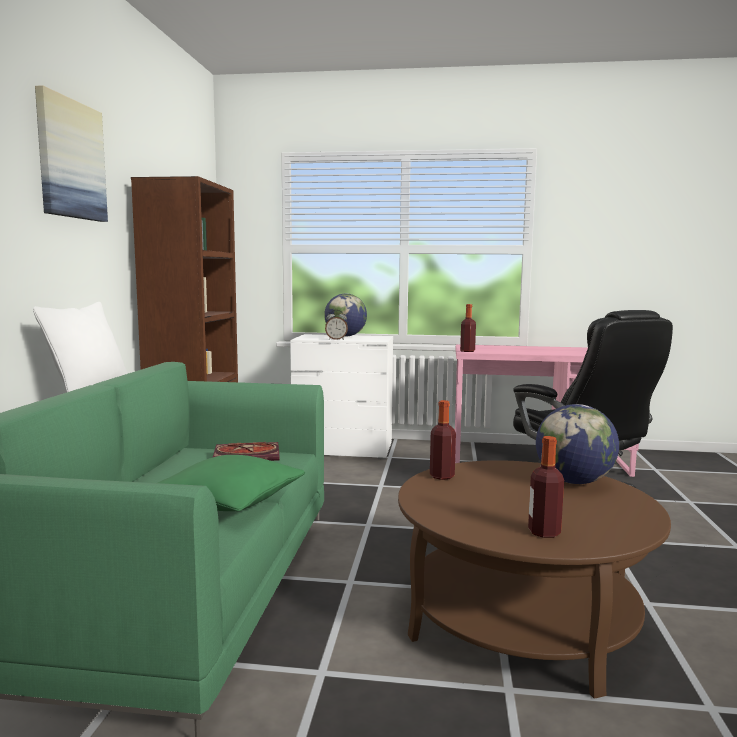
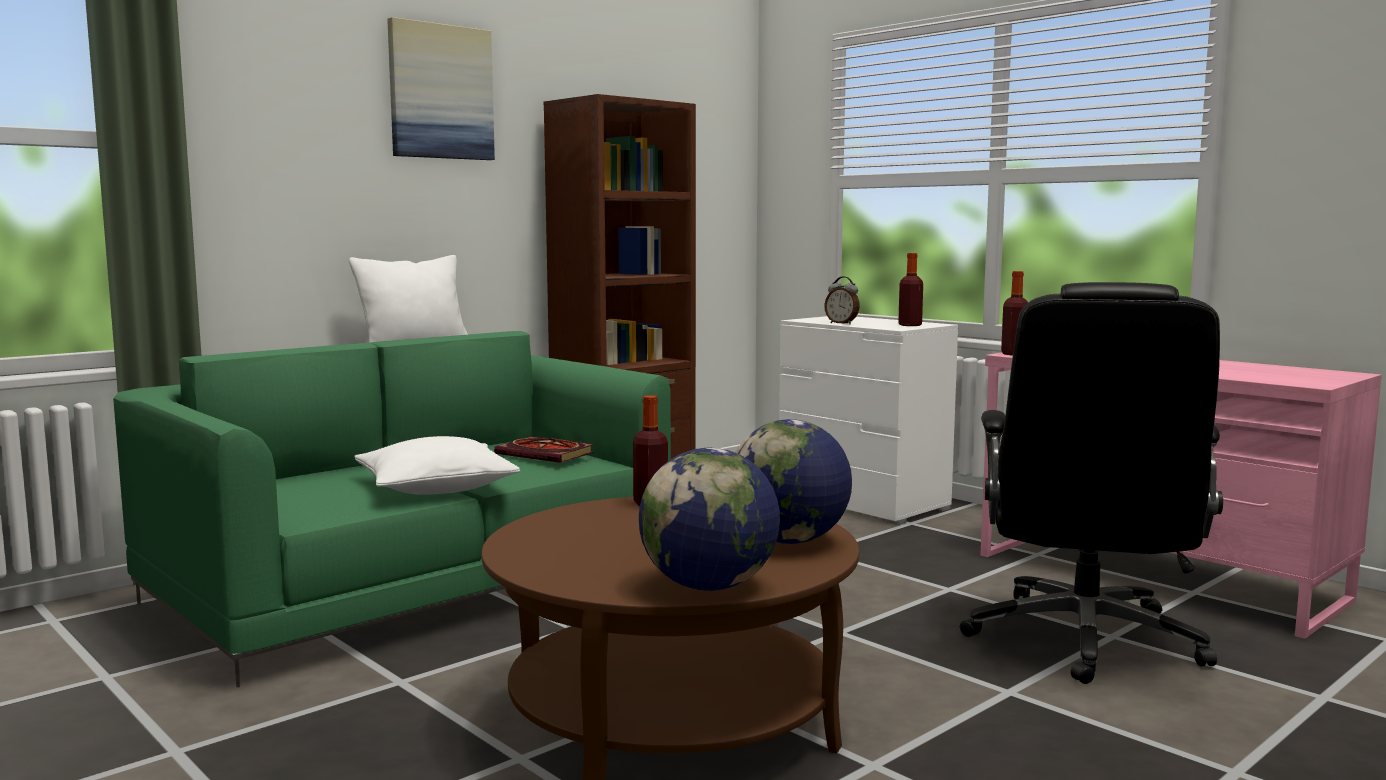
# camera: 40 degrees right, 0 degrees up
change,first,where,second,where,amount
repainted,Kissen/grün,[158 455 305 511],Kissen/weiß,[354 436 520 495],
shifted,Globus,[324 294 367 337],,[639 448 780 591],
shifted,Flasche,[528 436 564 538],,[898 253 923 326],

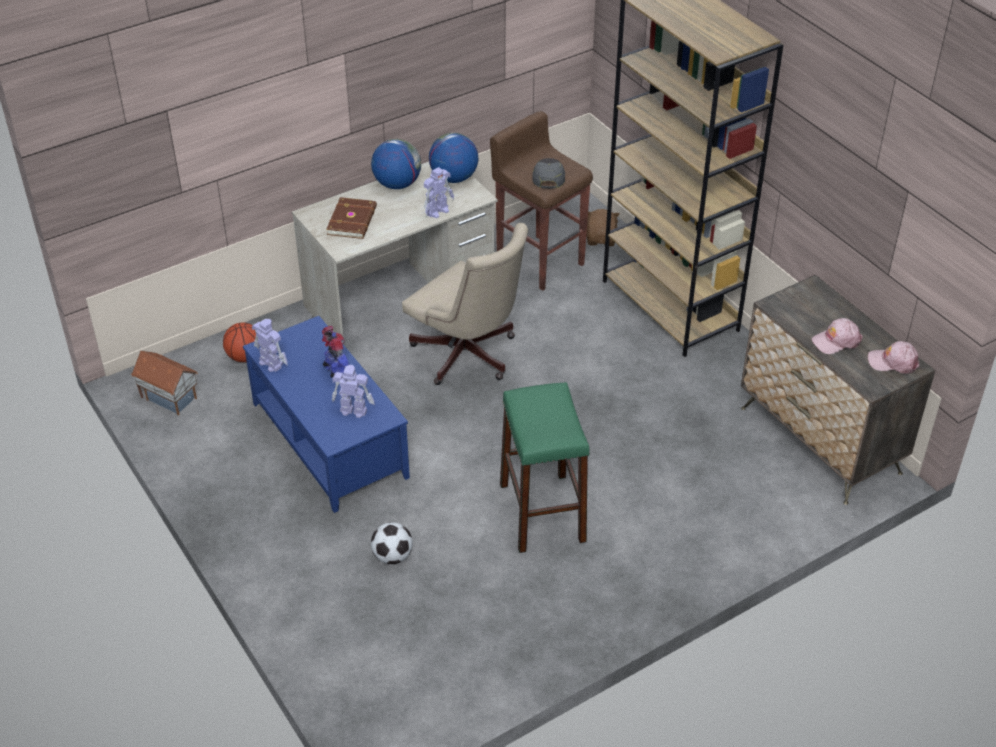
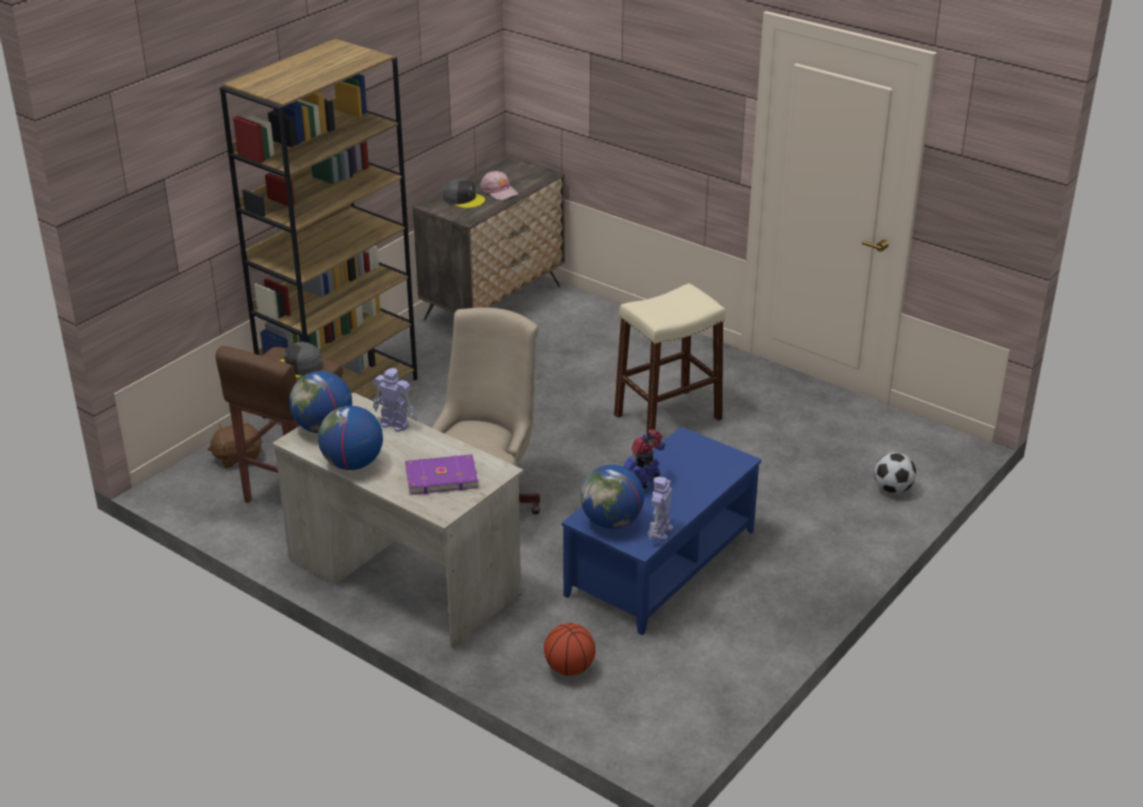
# camera: 110 degrees left, 10 degrees down
change,first,where,second,where,amount
repainted,Buch/braun,[326 197 377 239],Buch/lila,[405 454 478 495],
new,,,Kappe/grau,[443 178 485 208],
new,,,Globus,[580 465 644 529],
repainted,Hocker/grün,[500 382 590 553],Hocker/beige,[614 283 725 436],
shifted,Fußball,[371 522 413 564],,[874 452 916 494],
gone,Spielzeughaus,[131 351 198 416],,,
gone,Spielzeugroboter,[332 365 375 418],,,
gone,Kappe/rosa,[868 341 919 374],,,

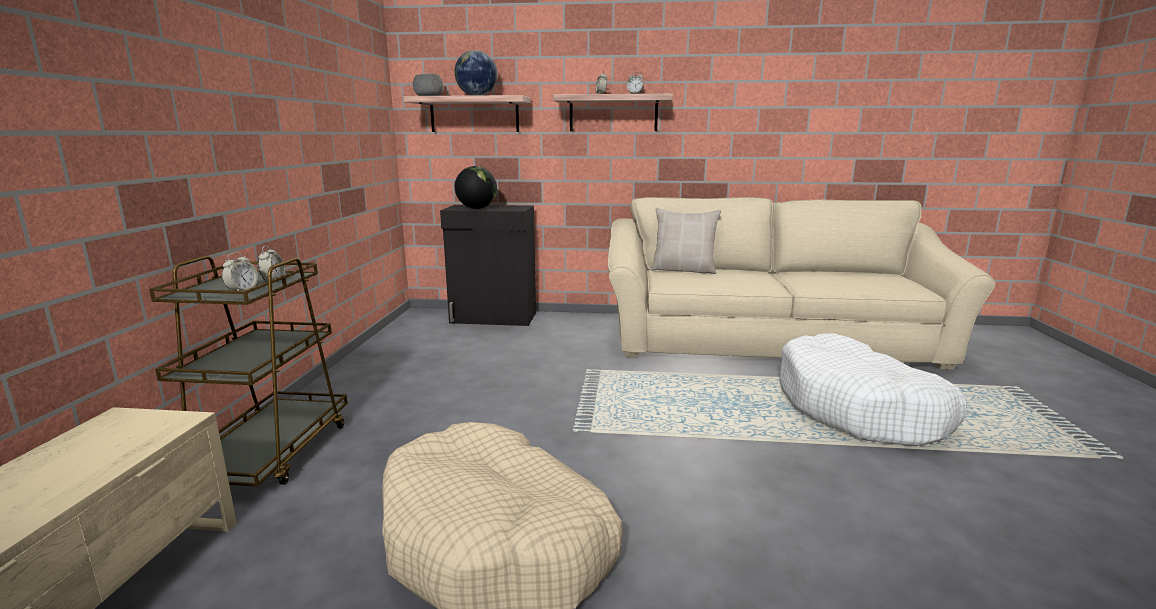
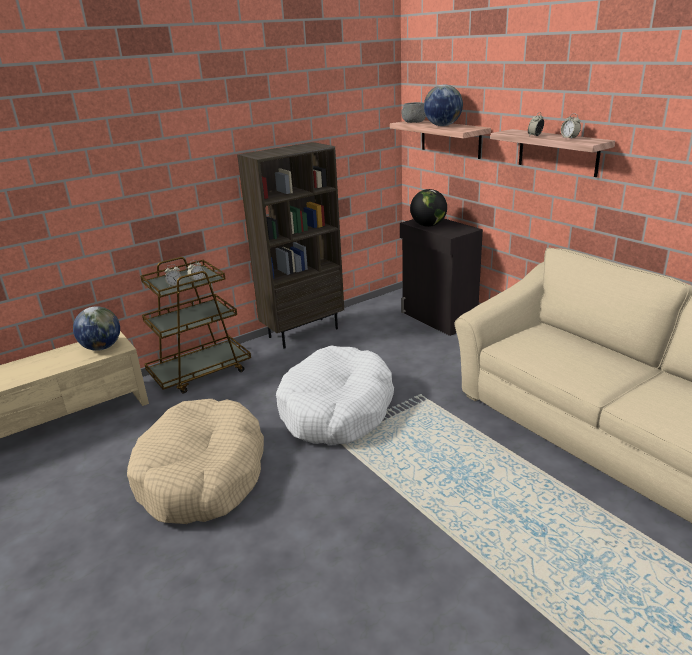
# camera: 50 degrees right, 10 degrees up
change,first,where,second,where,amount
new,,,Globus,[73 306 120 351],
new,,,Bücherregal/braun,[237 142 344 348],
shifted,Hundebett/weiß,[779 333 967 446],,[276 346 394 445],
gone,Kissen/beige,[651 208 721 274],,,

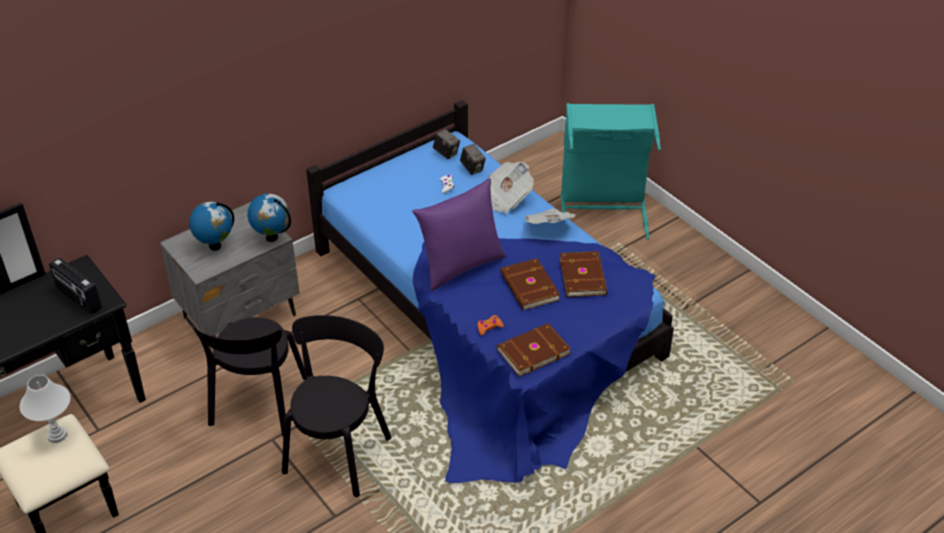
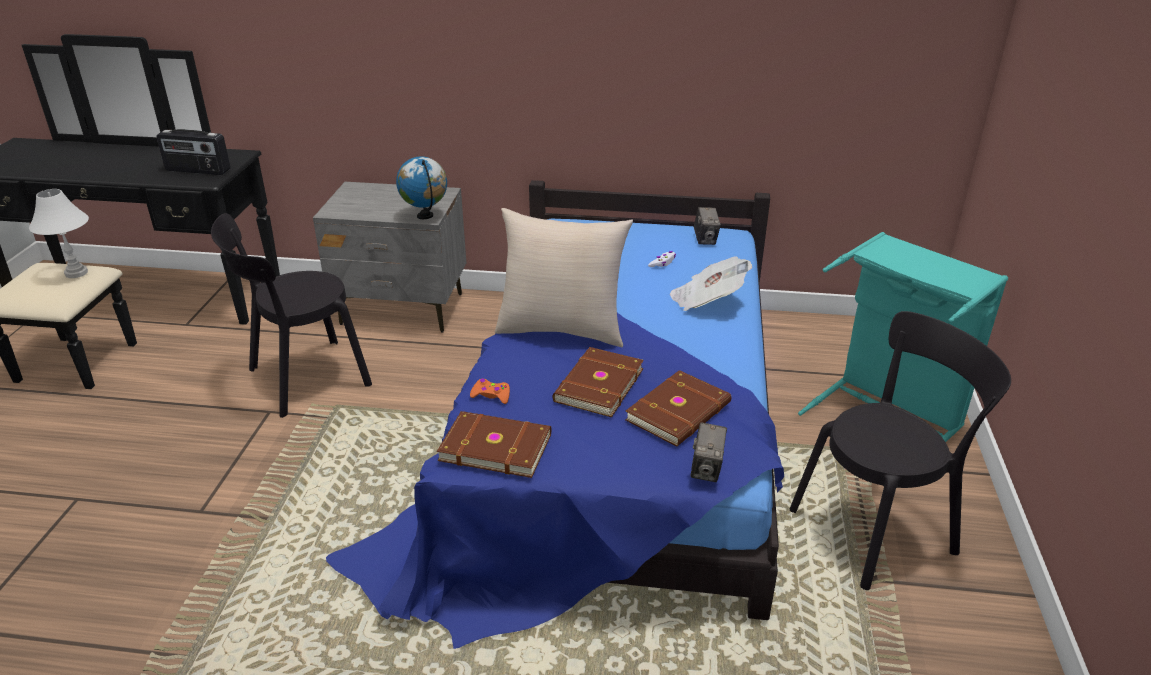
# camera: 45 degrees right, 10 degrees down
change,first,where,second,where,amount
rotated,Radio,[49 258 102 315],,[156 129 231 175],75 degrees counterclockwise
repainted,Kissen/lila,[412 178 507 292],Kissen/beige,[495 208 633 347],
shifted,Kamera,[460 144 486 175],,[691 422 727 482],
shifted,Stuhl/schwarz,[282 315 391 497],,[790 311 1011 590],
gone,Globus,[189 202 234 251],,,
gone,Zeitung,[525 209 576 224],,,

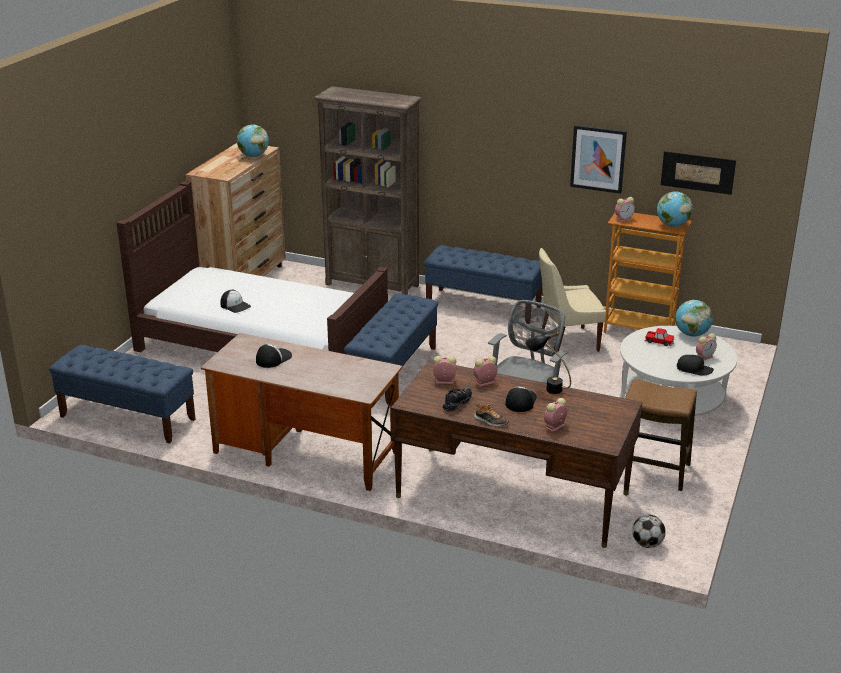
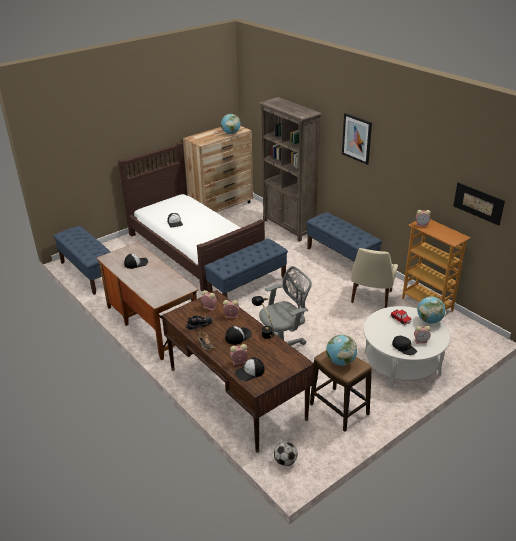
# camera: 30 degrees right, 5 degrees up
change,first,where,second,where,amount
new,,,Kappe,[235 357 265 381],
shifted,Globus,[657 192 693 227],,[326 335 357 366],
shifted,Bild,[570 125 627 194],,[342 113 372 165],
rotated,Stuhl/beige,[539 248 606 352],,[351 248 398 308],90 degrees counterclockwise

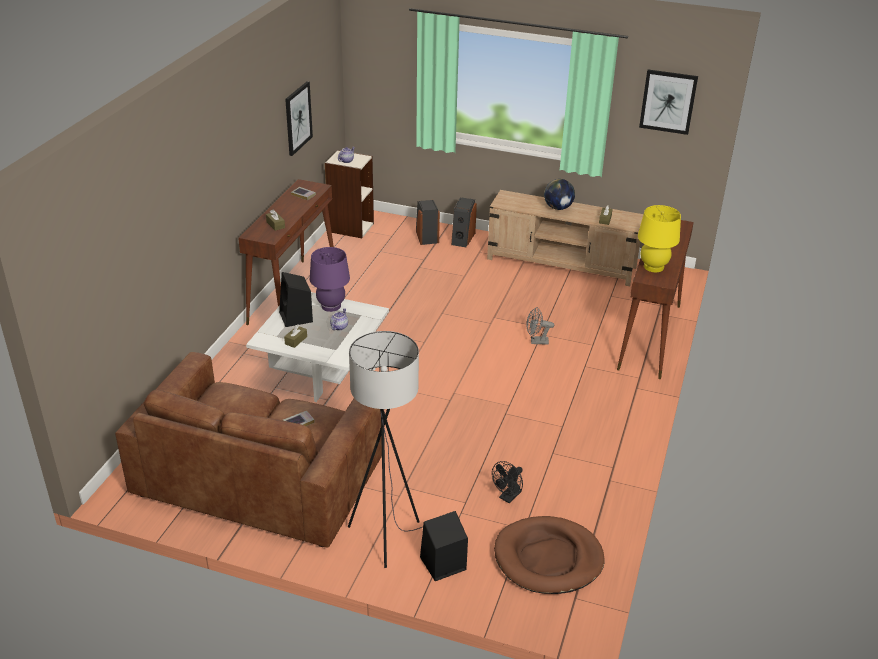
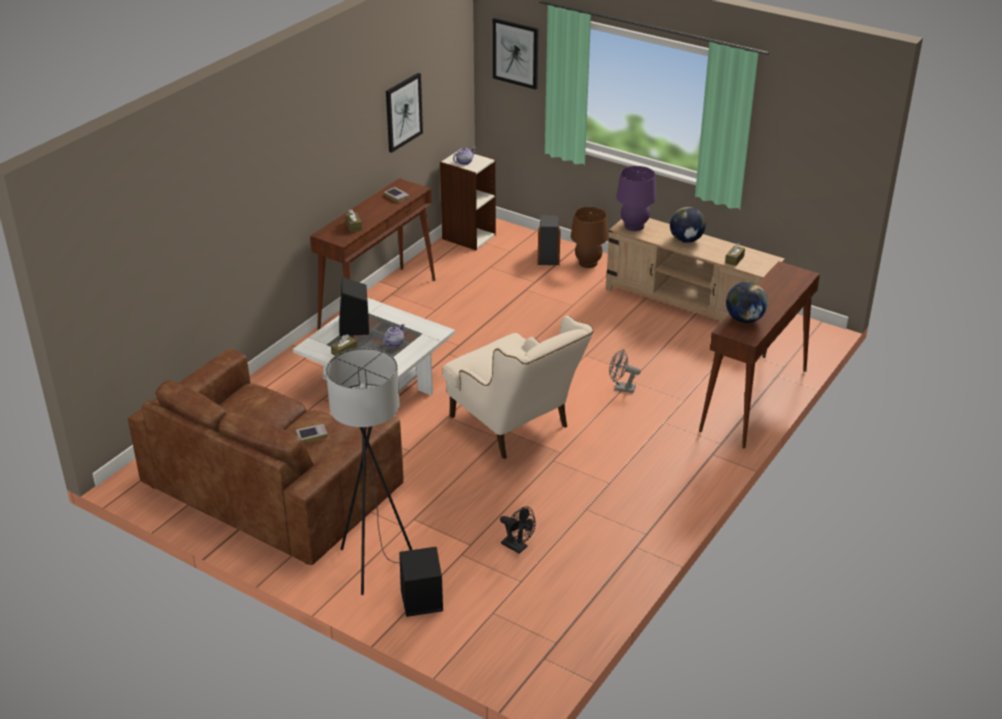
# camera: 15 degrees right, 0 degrees up
change,first,where,second,where,amount
new,,,Sessel/beige,[443 316 593 459],
shifted,Bild,[639 69 698 135],,[493 18 539 90],
rotated,Ventilator/schwarz,[492 461 523 503],,[500 506 536 554],105 degrees counterclockwise
swapped,Lautsprecher,[451 197 477 247],Tischlampe/braun,[571 207 608 268],
shifted,Tischlampe/lila,[310 247 350 312],,[616 166 656 231],
swapped,Tischlampe/gelb,[638 205 681 272],Globus,[726 282 768 323],
gone,Hundebett/braun,[494 516 604 594],,,

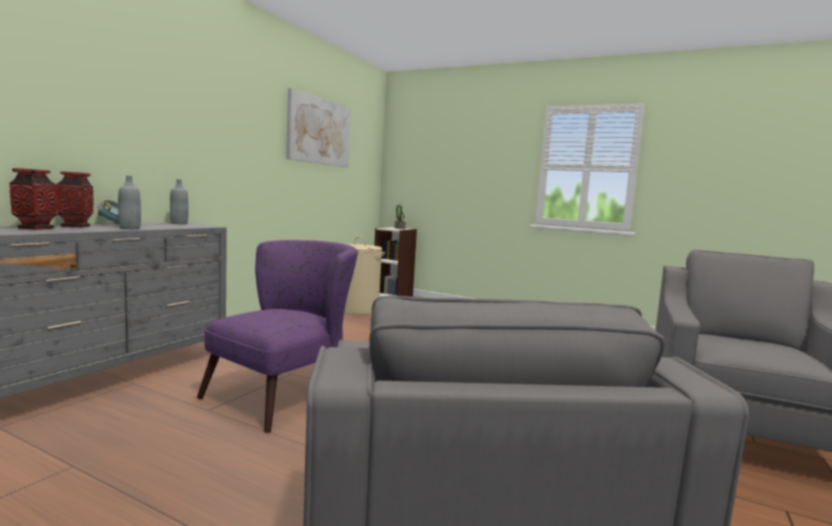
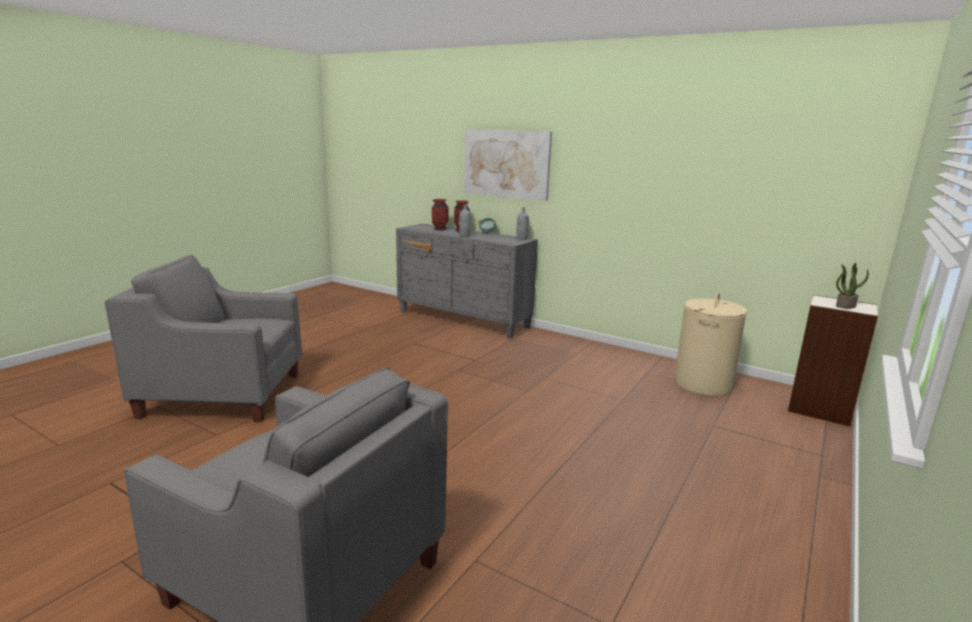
# camera: 95 degrees right, 10 degrees up
change,first,where,second,where,amount
shifted,Bild,[286 88 351 167],,[464 129 552 201],
gone,Sessel/lila,[197 240 358 433],,,

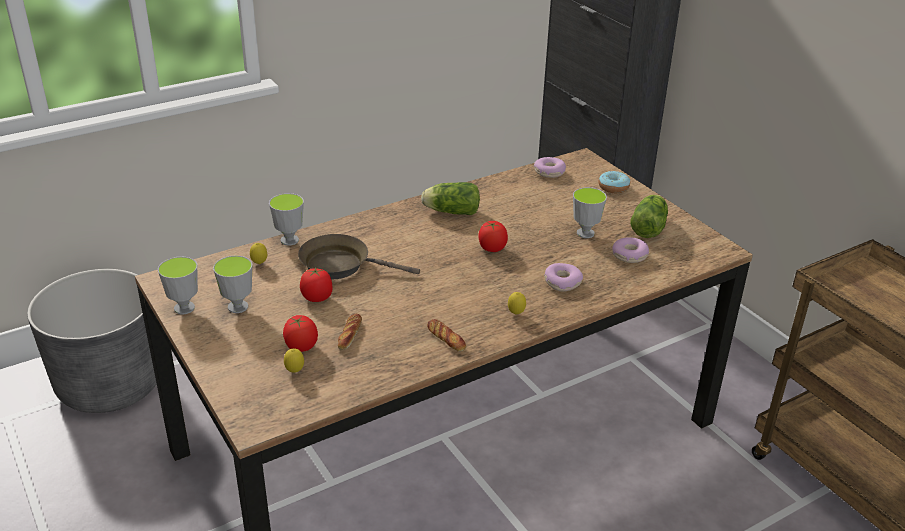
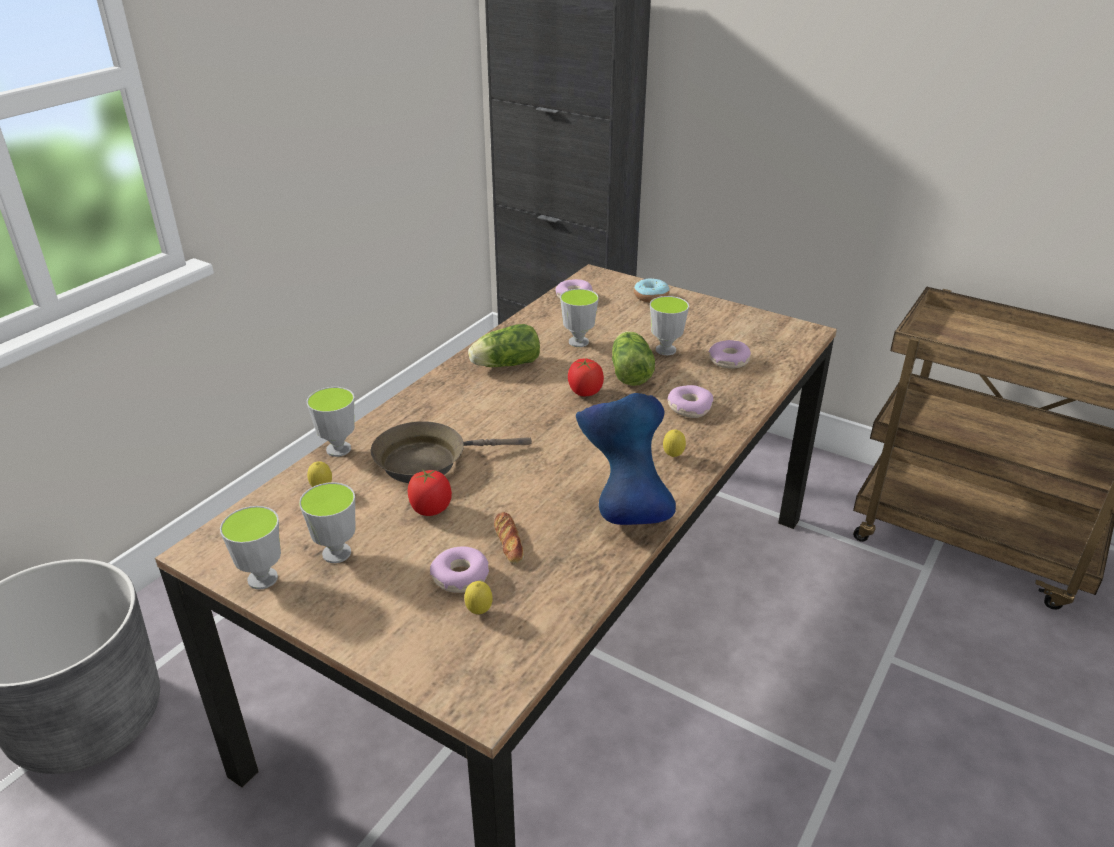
# camera: 25 degrees left, 0 degrees up
change,first,where,second,where,amount
swapped,Tomate,[283 315 318 352],Donut,[430 546 489 593],
new,,,Tasse,[560 289 599 347],
swapped,Brot,[427 319 467 352],Vase/blau,[576 393 676 525],
shifted,Salatkopf,[630 195 668 238],,[612 331 655 386],

